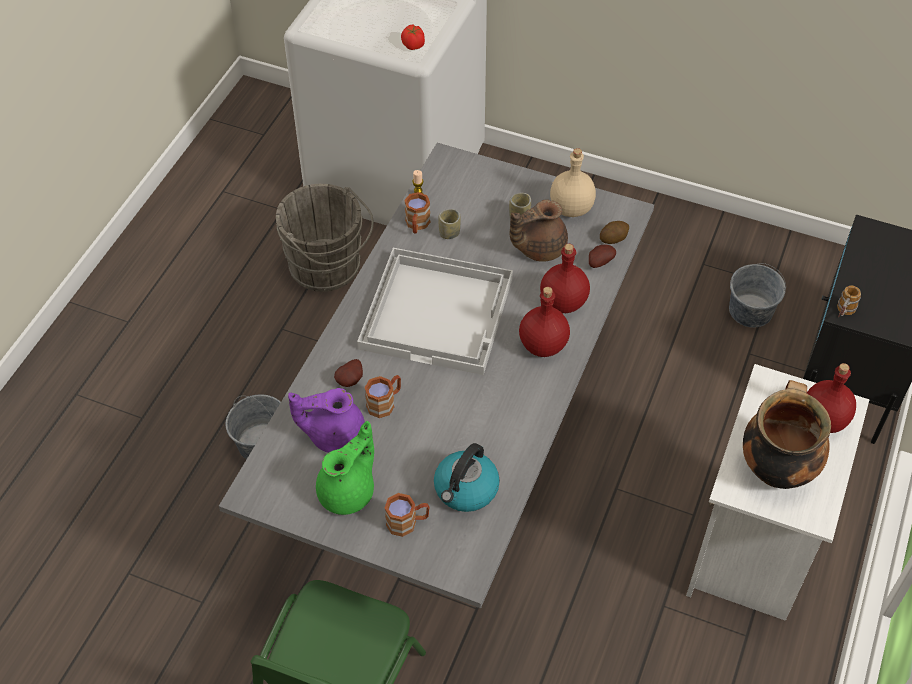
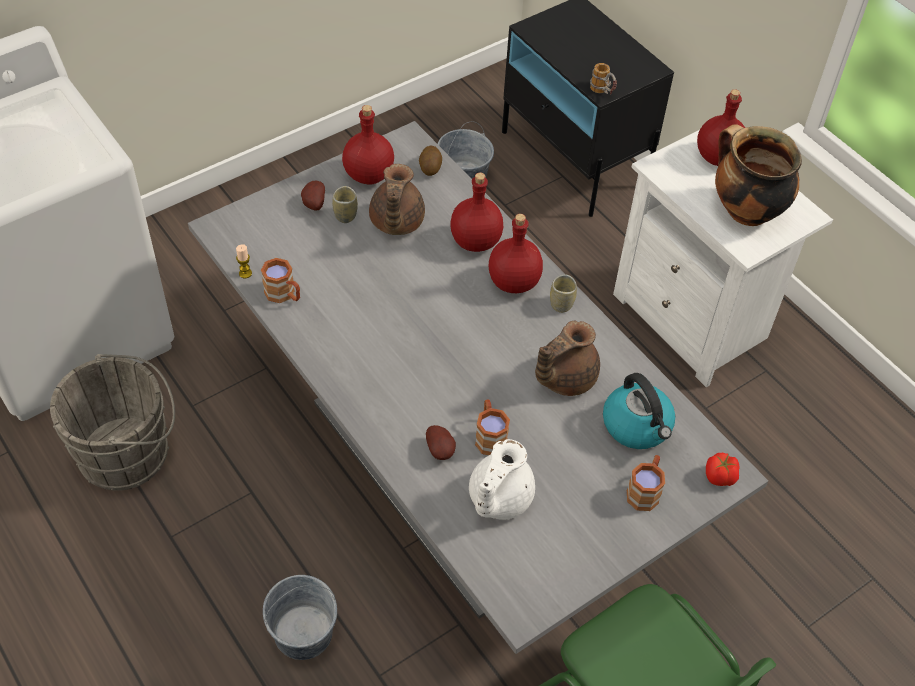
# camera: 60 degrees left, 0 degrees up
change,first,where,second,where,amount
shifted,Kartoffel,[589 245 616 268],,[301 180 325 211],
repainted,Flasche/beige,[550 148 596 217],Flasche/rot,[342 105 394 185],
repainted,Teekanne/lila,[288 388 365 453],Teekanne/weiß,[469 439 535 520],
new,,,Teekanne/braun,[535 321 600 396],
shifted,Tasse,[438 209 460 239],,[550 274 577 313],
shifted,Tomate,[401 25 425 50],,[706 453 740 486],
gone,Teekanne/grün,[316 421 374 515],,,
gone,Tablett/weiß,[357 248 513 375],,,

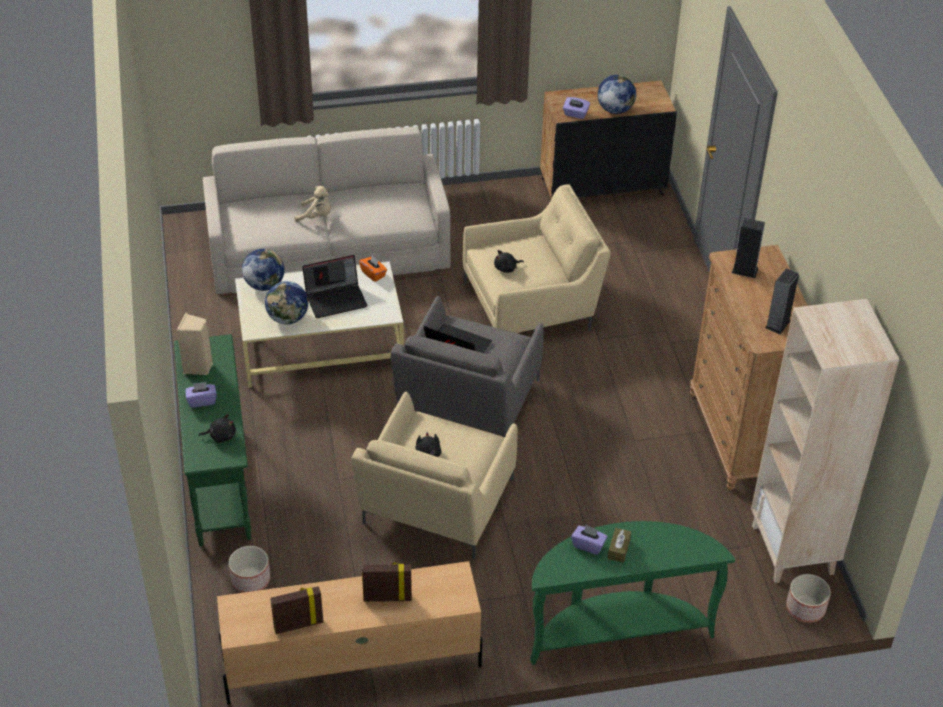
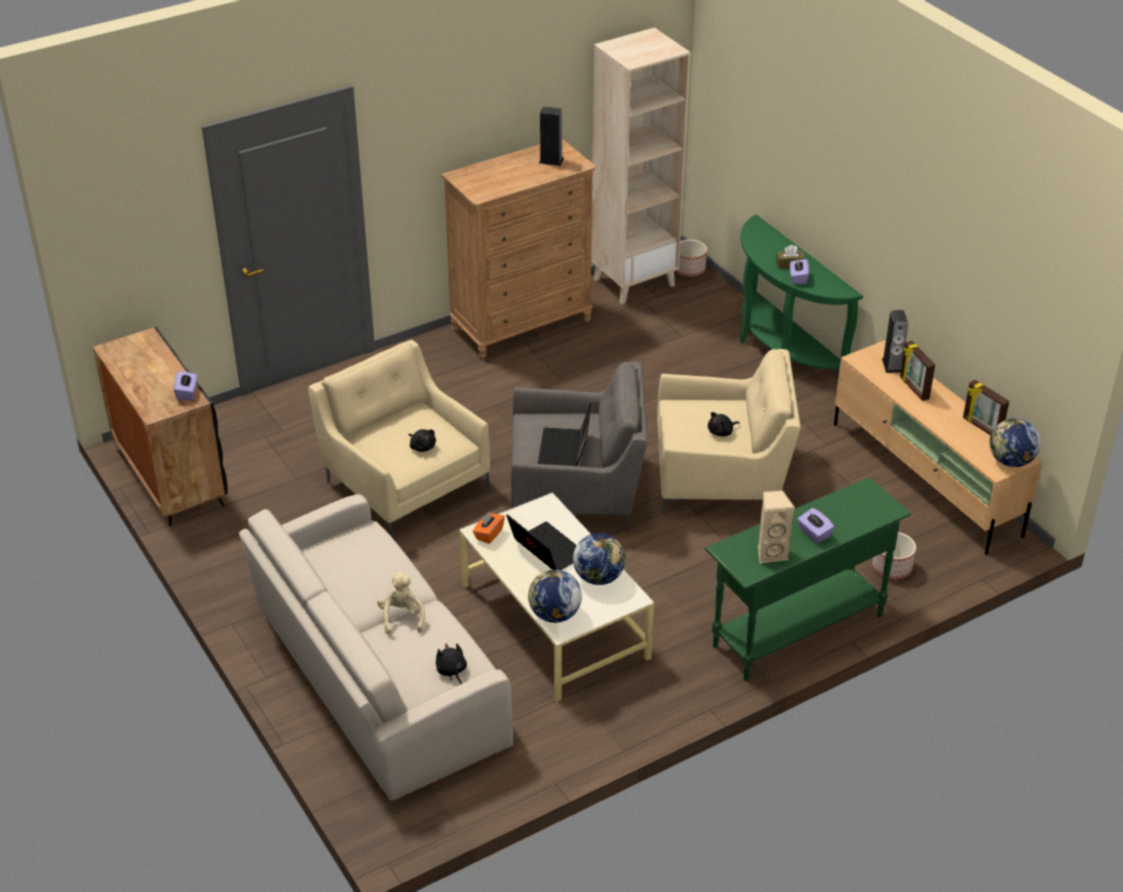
# camera: 110 degrees left, 5 degrees down
change,first,where,second,where,amount
shifted,Plüschtier/schwarz,[199 414 236 443],,[436 643 467 685],
shifted,Lautsprecher,[732 218 765 278],,[882 310 908 373],
shifted,Globus,[597 75 636 114],,[990 418 1041 467],

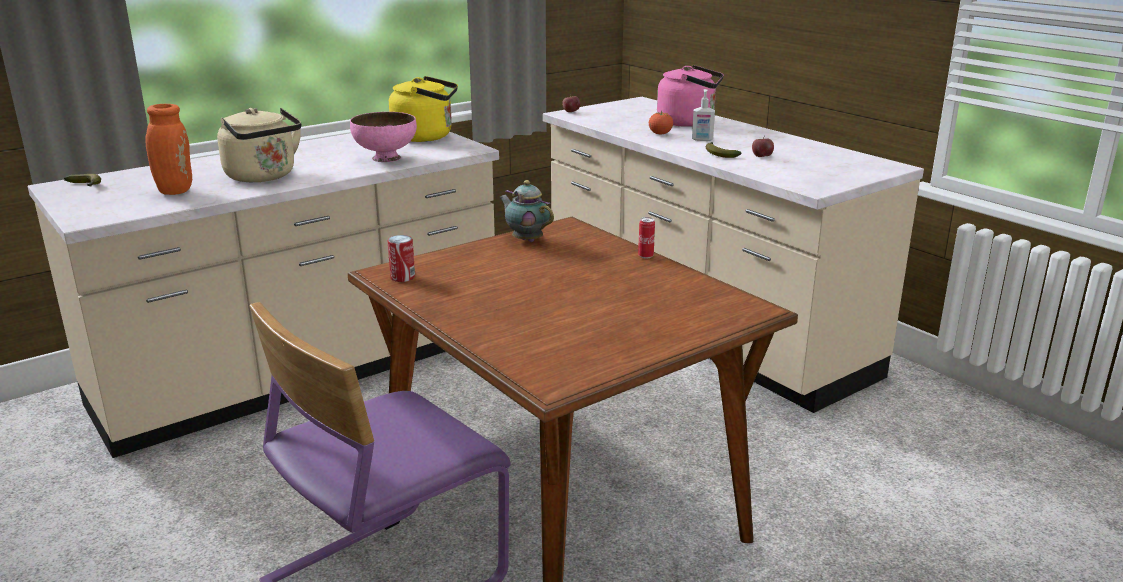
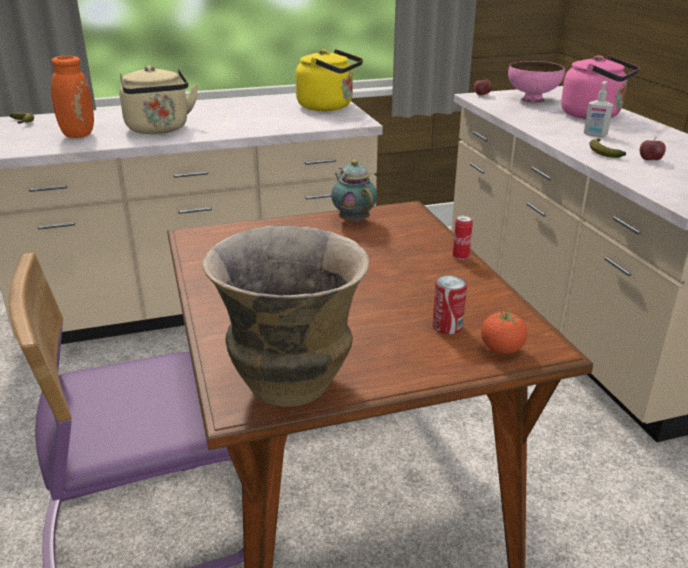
# camera: 20 degrees right, 5 degrees up
change,first,where,second,where,amount
new,,,Vase,[202 226 369 407],
shifted,Dose,[388 235 415 282],,[433 276 467 334],
shifted,Tomate,[649 111 673 135],,[481 310 528 354],
shifted,Schüssel/rosa,[350 112 417 162],,[508 61 565 103],

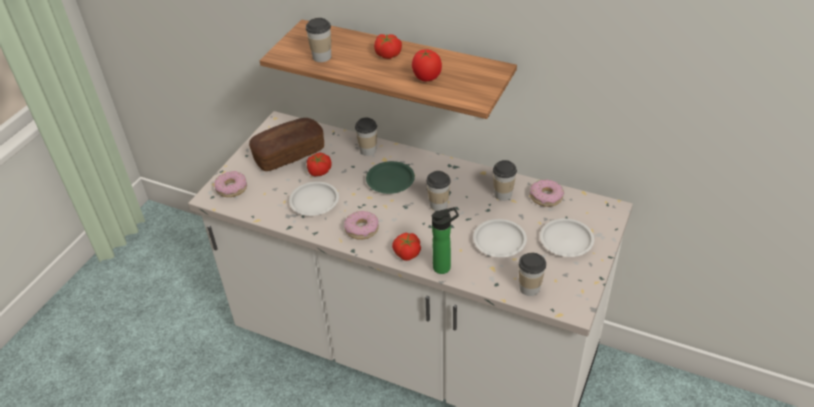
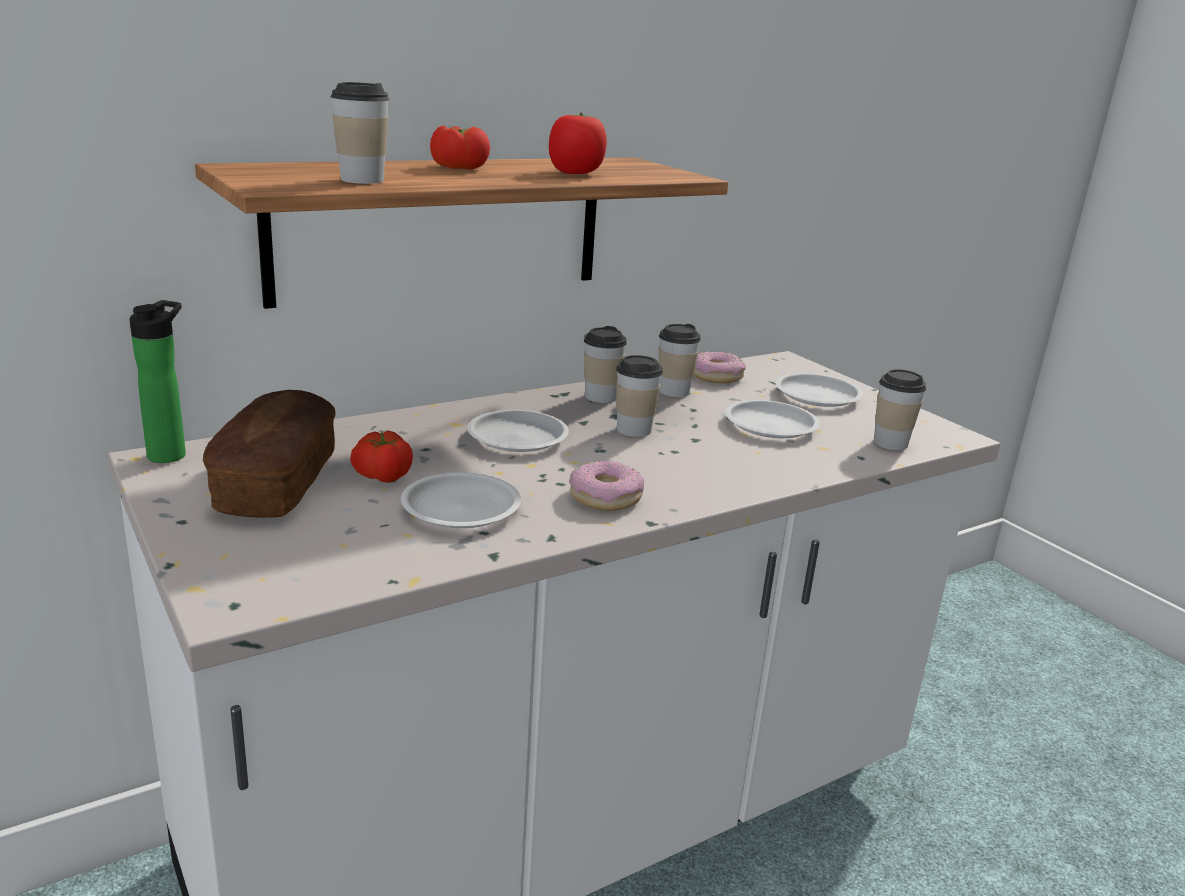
# camera: 60 degrees left, 20 degrees down
change,first,where,second,where,amount
shifted,Flasche,[432 207 459 274],,[130 300 186 463],
repainted,Teller/grün,[366 161 415 194],Teller/weiß,[467 410 569 452],
shifted,Tasse,[355 118 377 156],,[584 326 627 403],
gone,Donut,[214 171 247 197],,,
gone,Tomate,[392 233 421 261],,,

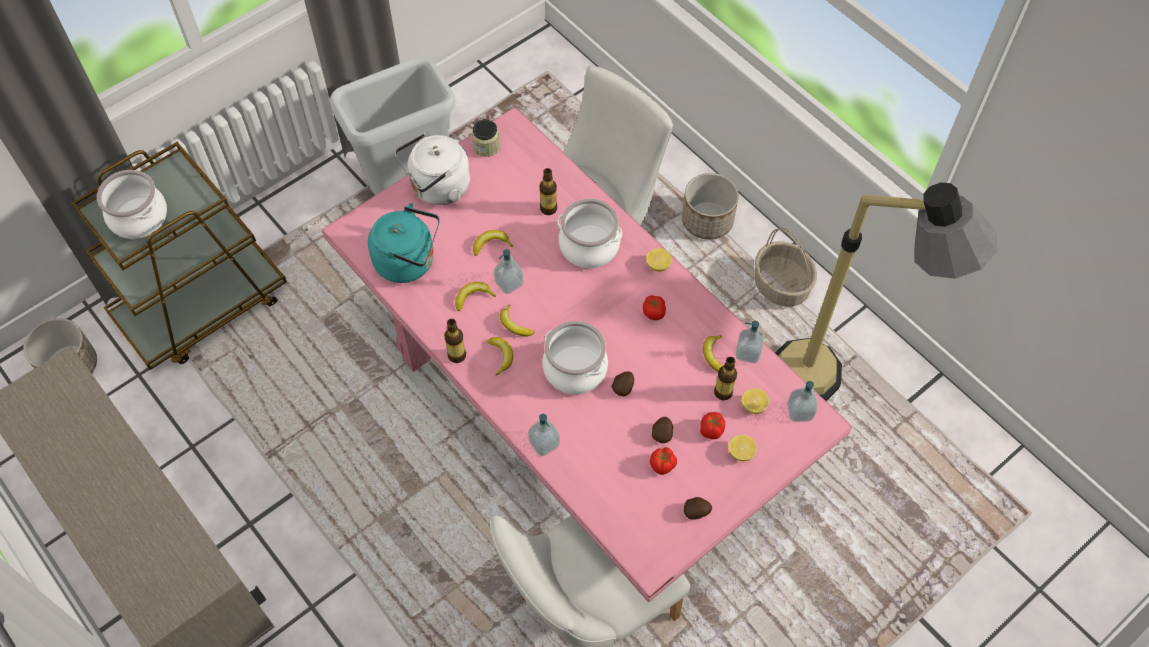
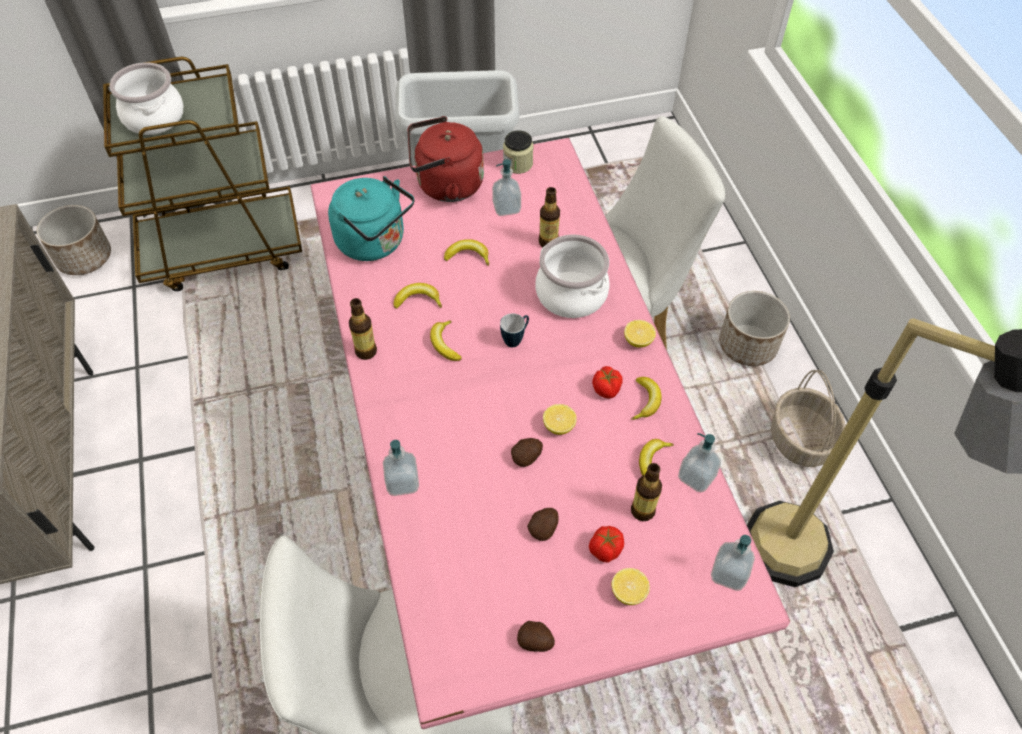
# camera: 25 degrees right, 5 degrees down
change,first,where,second,where,amount
repainted,Wasserkessel/weiß,[395 133 470 205],Wasserkessel/rot,[408 116 484 202],
shifted,Seifenspender,[494 249 524 294],,[492 159 521 216],
new,,,Henkelbecher,[500 313 529 347],
shifted,Zitrone,[742 388 769 414],,[543 404 577 435],
shifted,Banane,[487 337 513 376],,[631 377 662 420],
gone,Kochtopf,[542 321 608 394],,,
gone,Tomate,[650 447 677 475],,,

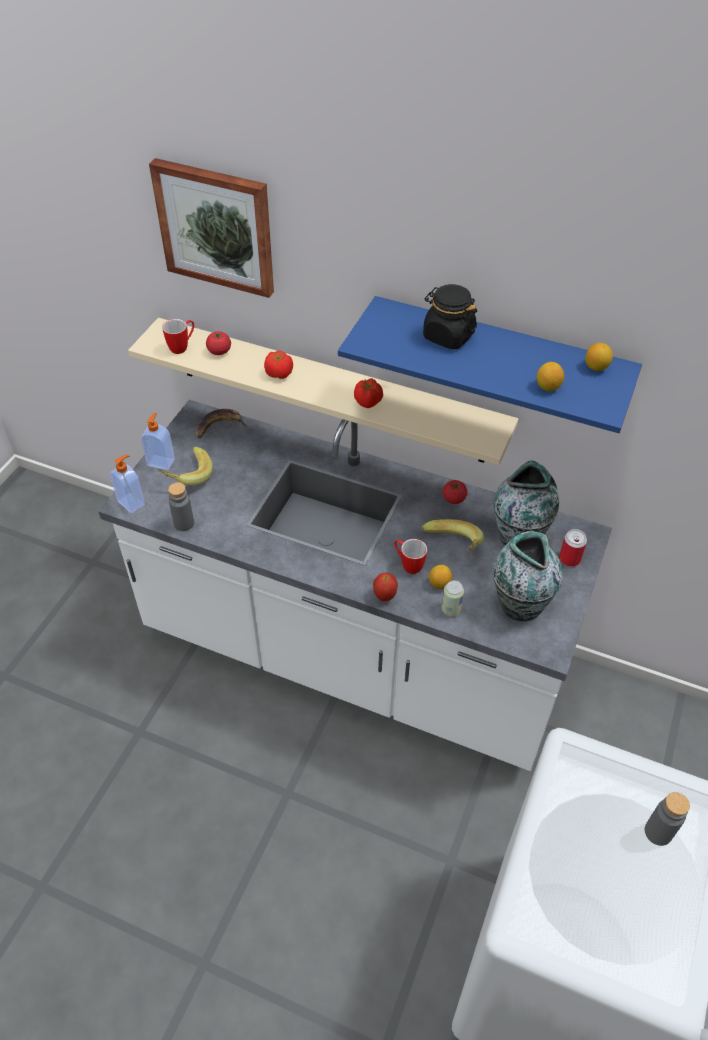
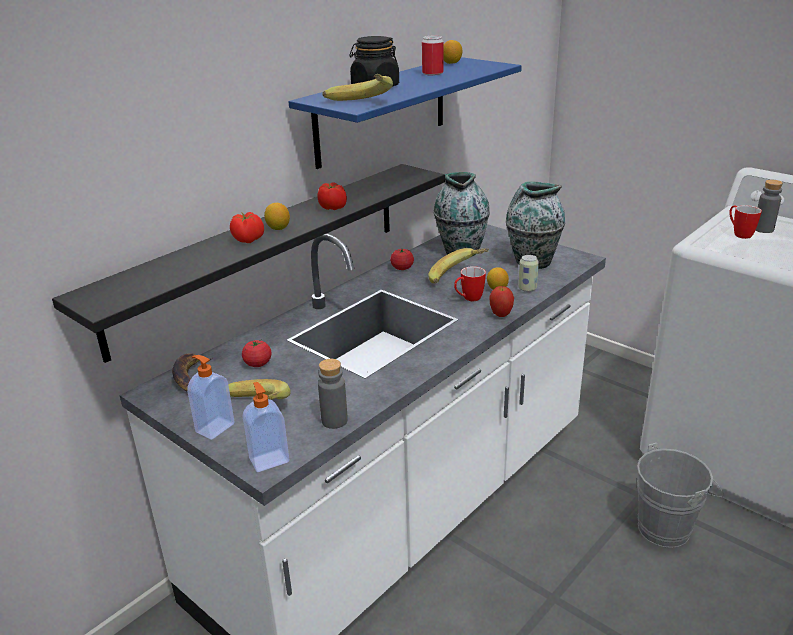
# camera: 70 degrees left, 20 degrees down
change,first,where,second,where,amount
repainted,Wandregal/beige,[128 318 518 465],Wandregal/schwarz,[52 164 445 363],
shifted,Tomate,[206 331 231 355],,[242 339 272 367],
shifted,Zitrone,[537 362 564 391],,[264 203 290 230],
new,,,Banane,[322 74 393 101],
shifted,Dose,[559 529 587 567],,[422 36 444 76],
new,,,Eimer/grau,[637 443 724 548],
shifted,Henkelbecher,[162 319 194 354],,[729 205 762 239],
gone,Bild,[149 158 274 298],,,

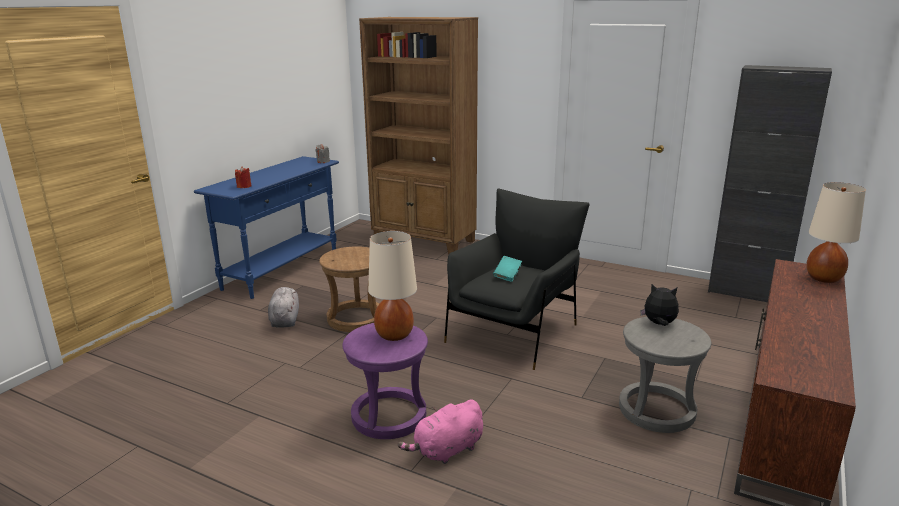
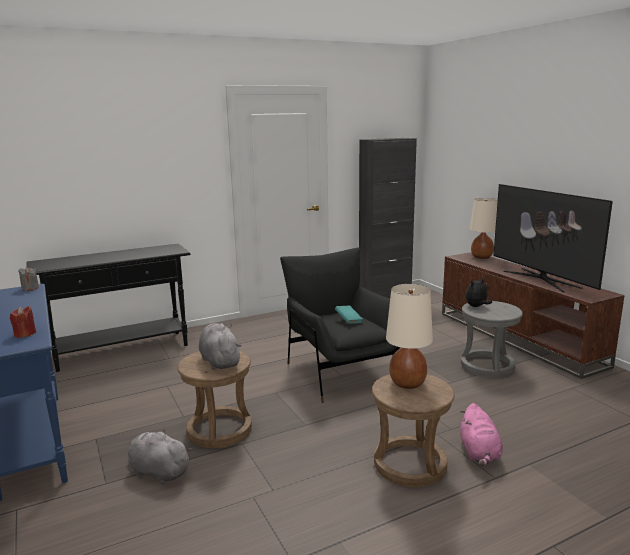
# camera: 55 degrees left, 5 degrees down
change,first,where,second,where,amount
swapped,Bücherregal/braun,[359 17 478 254],Konsolentisch/schwarz,[26 244 190 372],
new,,,Plüschtier/grau,[199 323 242 370],
repainted,Hocker/lila,[342 323 428 439],Hocker/braun,[372 374 455 487],
new,,,Fernseher,[493 184 613 292],

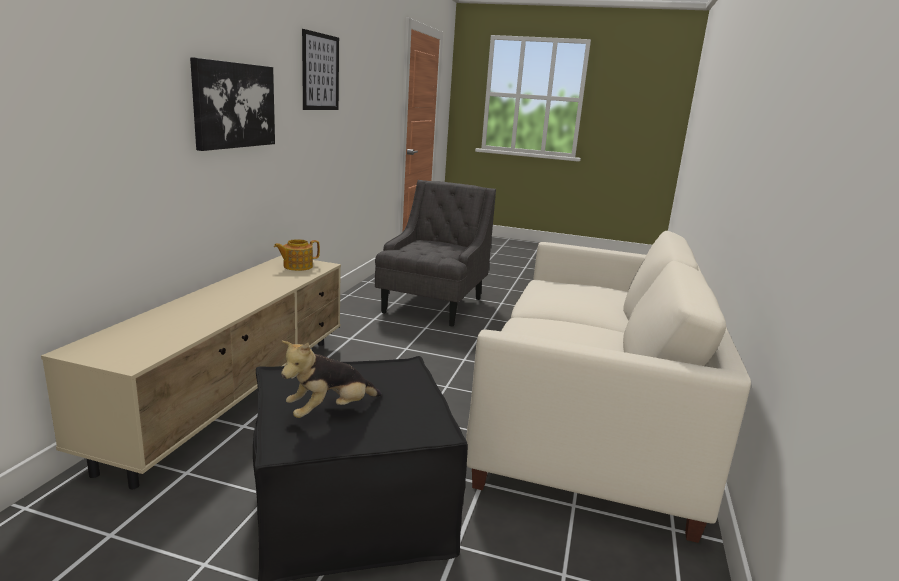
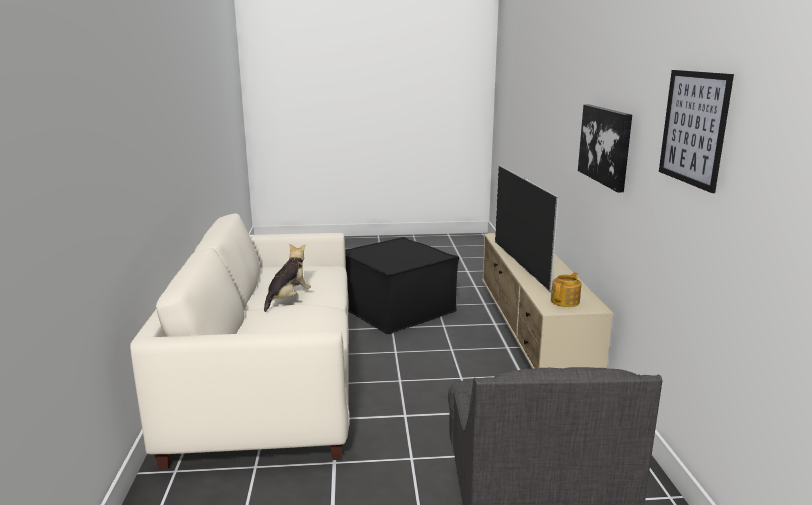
# camera: 160 degrees right, 0 degrees up
change,first,where,second,where,amount
shifted,Plüschtier,[281 341 382 418],,[264 243 311 312],
new,,,Fernseher,[495 166 559 291],

